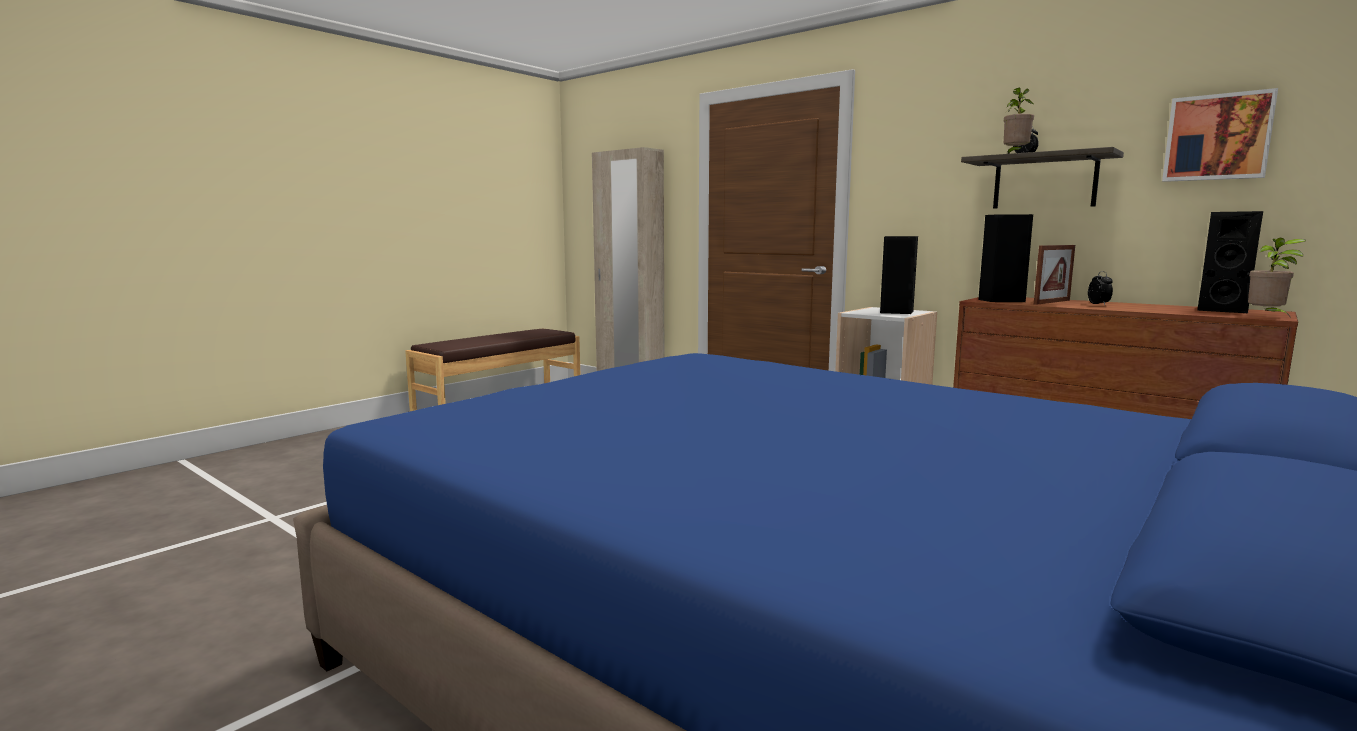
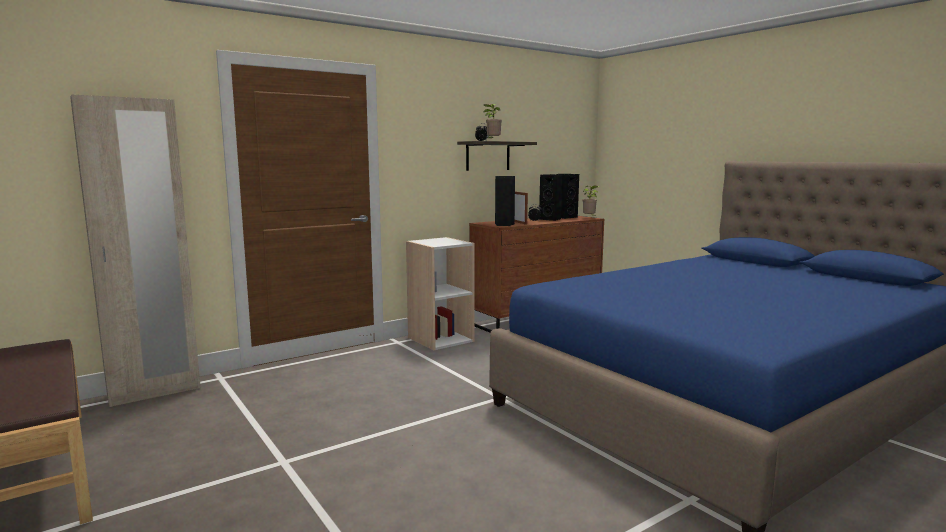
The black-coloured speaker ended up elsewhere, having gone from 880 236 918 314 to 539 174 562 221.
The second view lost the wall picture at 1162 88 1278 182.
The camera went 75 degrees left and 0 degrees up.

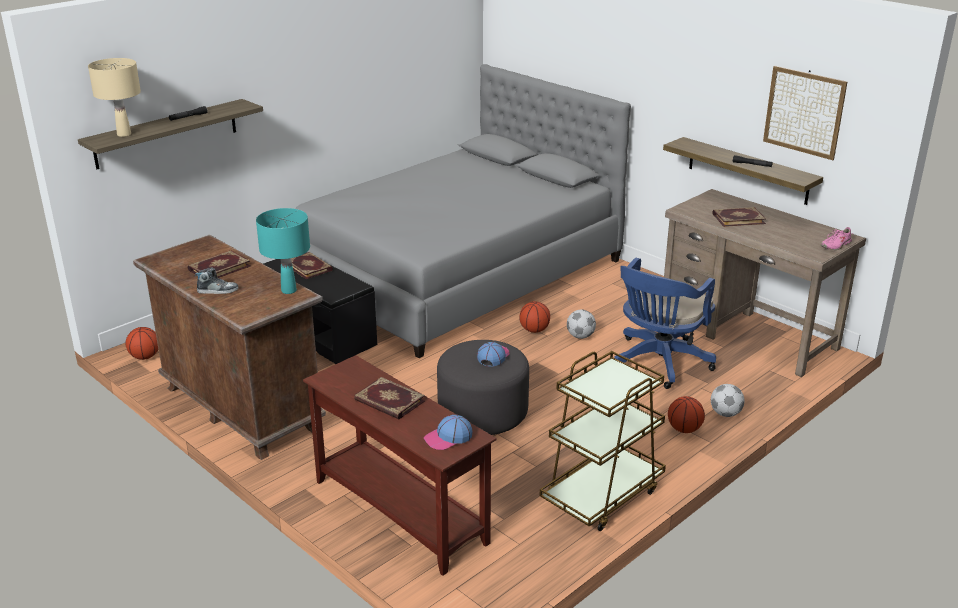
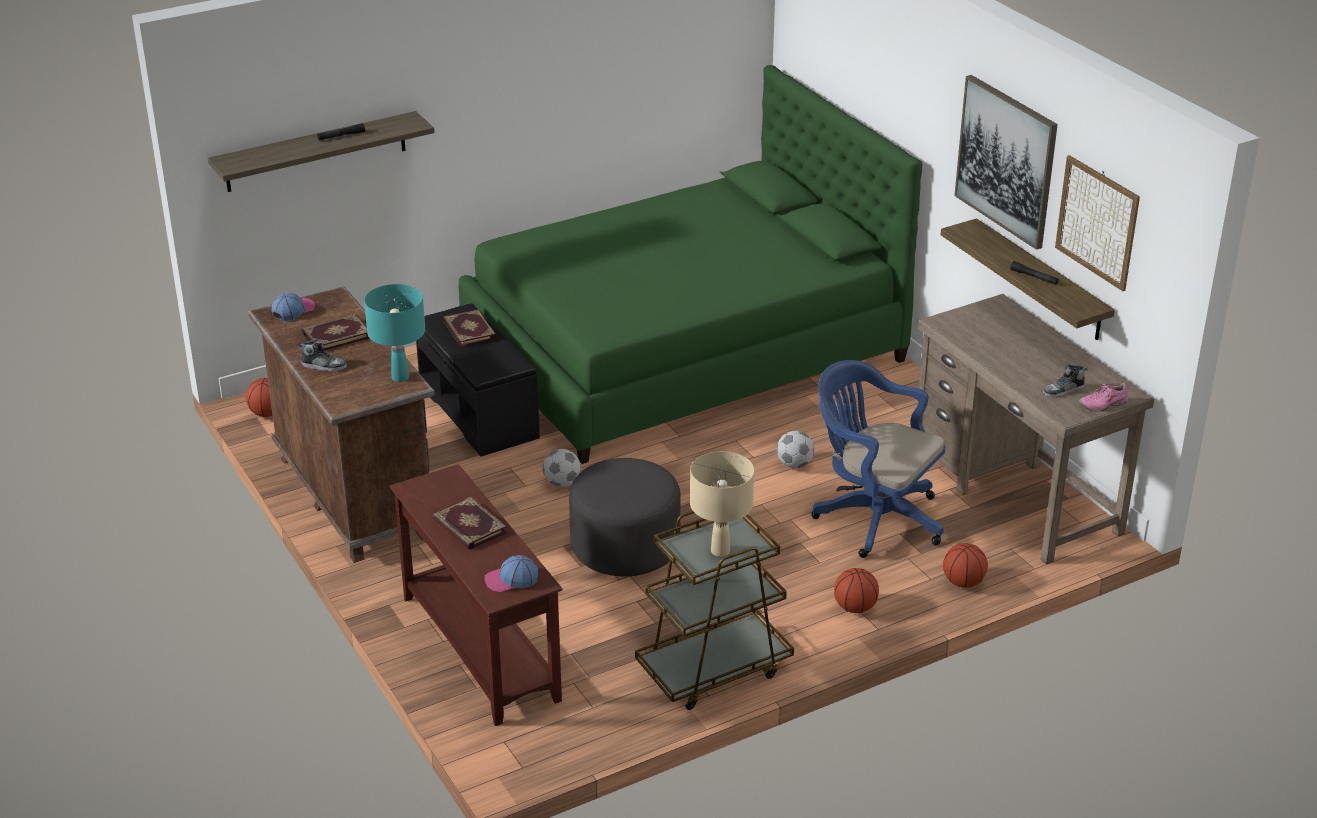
The peaked cap ended up elsewhere, having gone from 477 342 509 367 to 272 293 315 321.
What was the grey sleeping bed at 295 64 631 358 turned into the green-coloured sleeping bed at 459 65 922 464.
The football ball ended up elsewhere, having gone from 711 384 745 417 to 543 449 581 487.
The sand-coloured tabletop lamp ended up elsewhere, having gone from 88 58 141 137 to 690 451 754 557.
The bluish office chair at 614 258 716 389 ended up facing another way, 75 degrees clockwise from before.
The basketball ended up elsewhere, having gone from 519 301 550 333 to 943 543 988 588.
The second view gained the wall picture at 954 75 1058 250.
The second view gained the shoe at 1043 364 1088 398.
The second view lost the bound book at 713 207 766 227.
The camera went 15 degrees right and 5 degrees up.

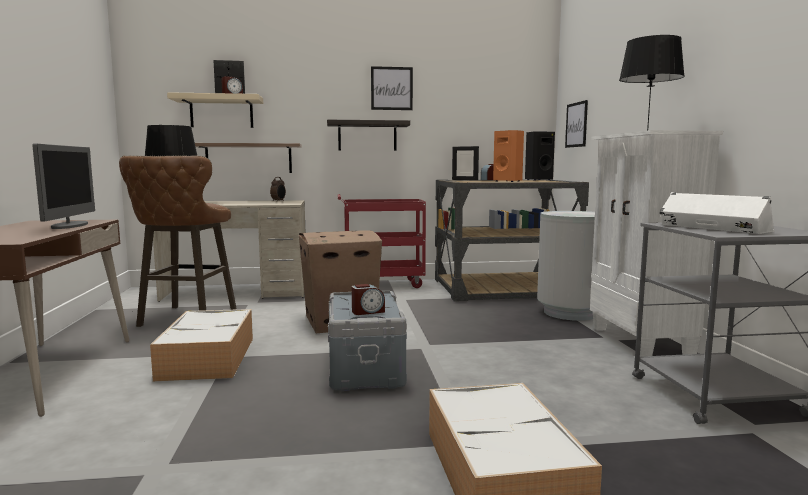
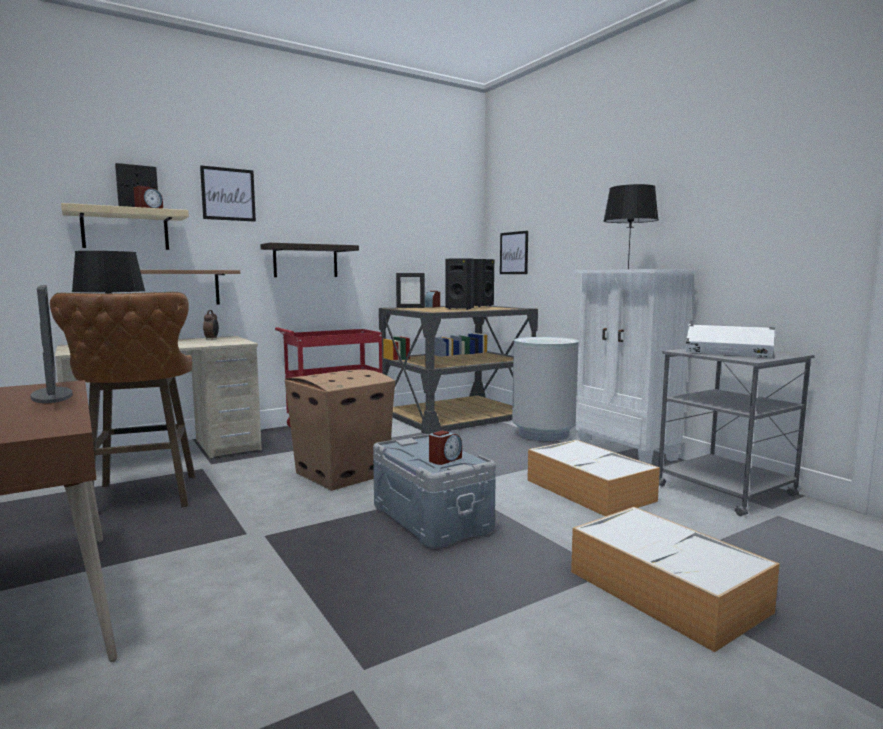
The wall picture ended up elsewhere, having gone from 371 66 413 110 to 200 165 256 222.
What was the orange-coloured speaker at 493 130 524 182 turned into the black-coloured speaker at 445 258 474 310.
The storage box ended up elsewhere, having gone from 150 309 253 381 to 527 440 660 516.
The camera went 25 degrees left and 0 degrees up.

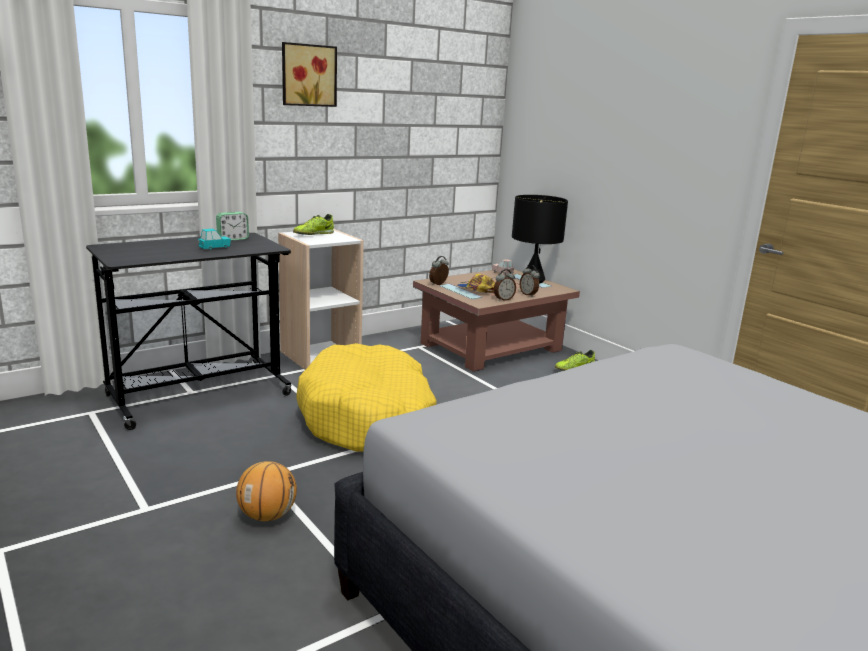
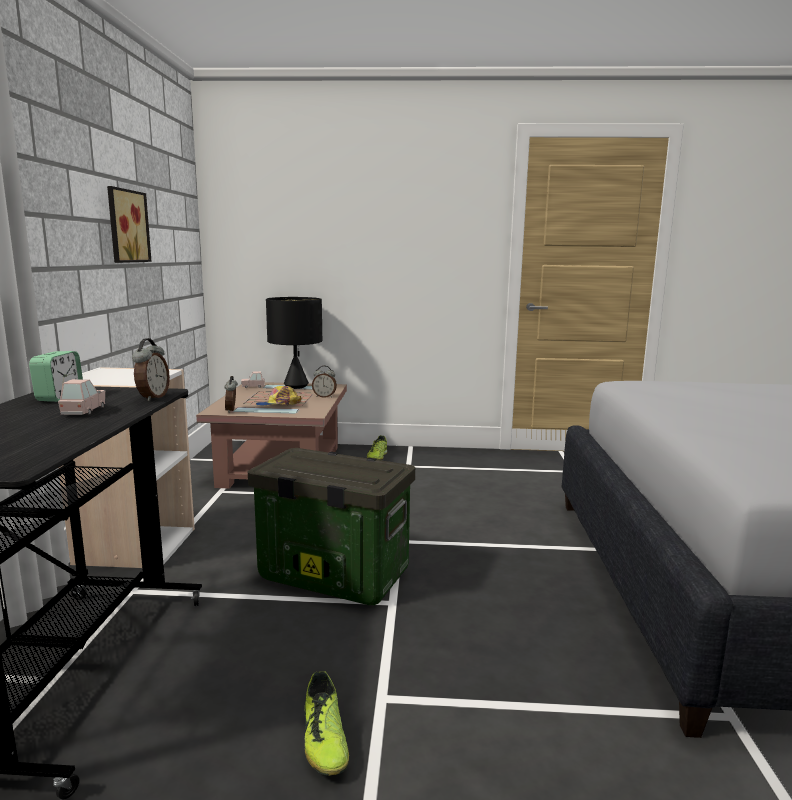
What was the blue-green toy car at 198 229 231 250 turned into the pinkish toy car at 58 379 105 415.
The wall picture ended up elsewhere, having gone from 282 42 337 107 to 107 186 152 263.
The bedside clock ended up elsewhere, having gone from 494 269 516 301 to 132 338 170 401.
Where the yellowish dog bed stood at 296 343 437 452, the storage box came to stand at 248 448 415 605.
The shoe ended up elsewhere, having gone from 293 214 334 235 to 304 671 349 776.
The second view lost the basketball at 236 461 297 521.
The camera went 50 degrees left and 5 degrees down.

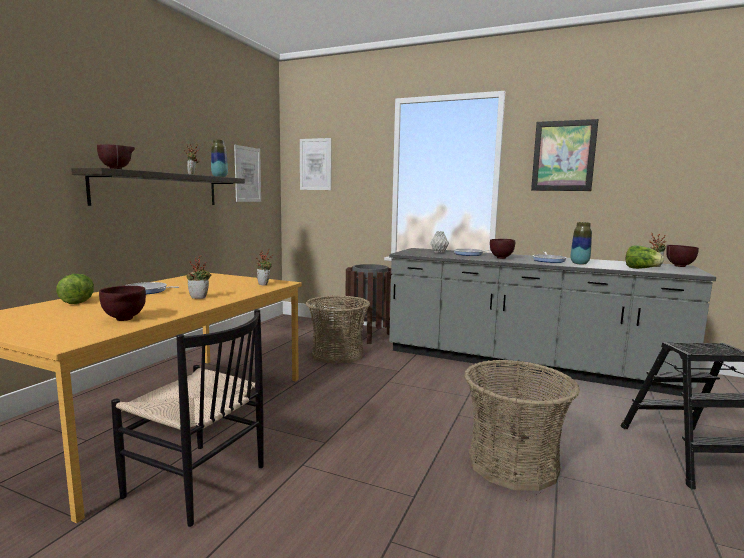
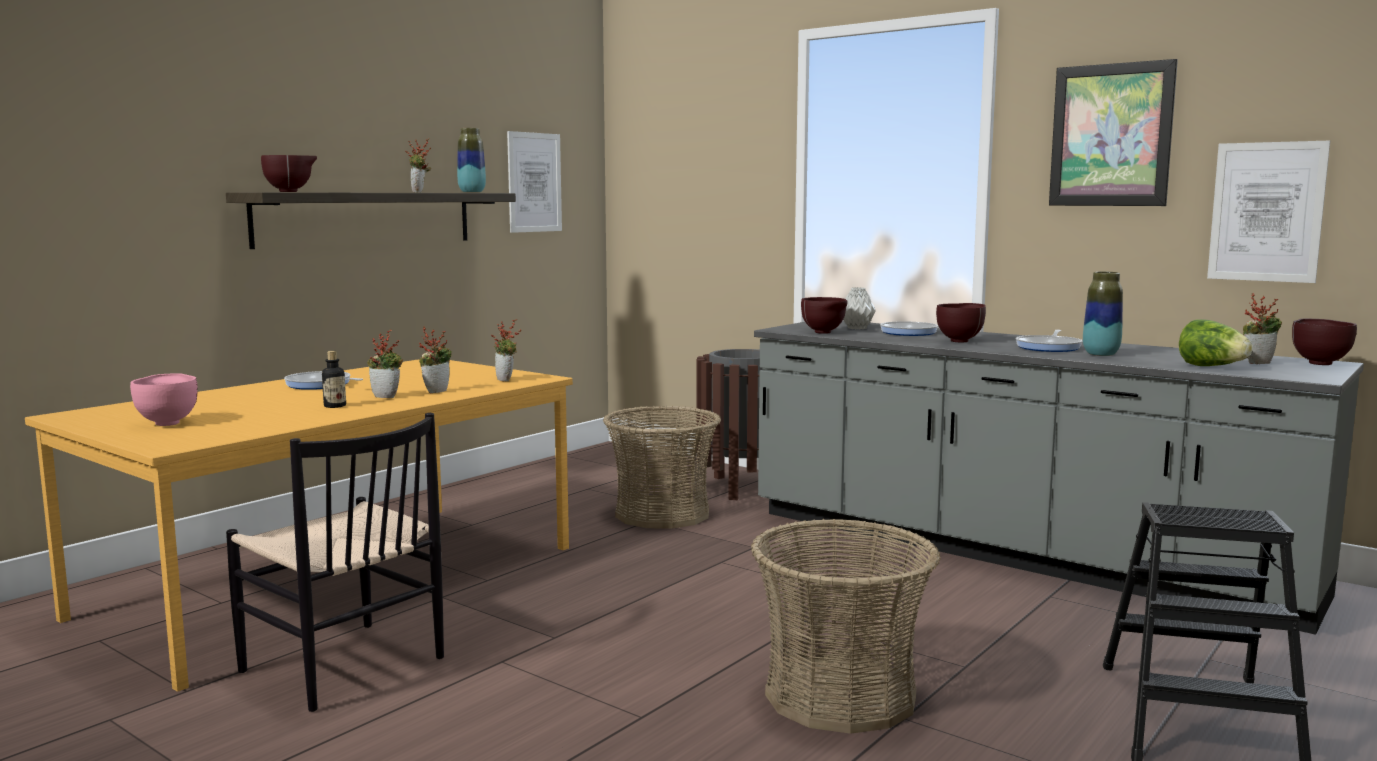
The second view gained the pinkish serving bowl at 130 373 198 426.
The second view gained the bottle at 322 351 346 408.
The second view gained the houseplant at 419 327 452 393.
The brown serving bowl ended up elsewhere, having gone from 99 286 146 321 to 801 297 848 334.
The wall picture ended up elsewhere, having gone from 300 138 332 190 to 1207 141 1330 283.
The second view lost the lettuce at 56 274 94 304.
The camera went 15 degrees right and 0 degrees up.

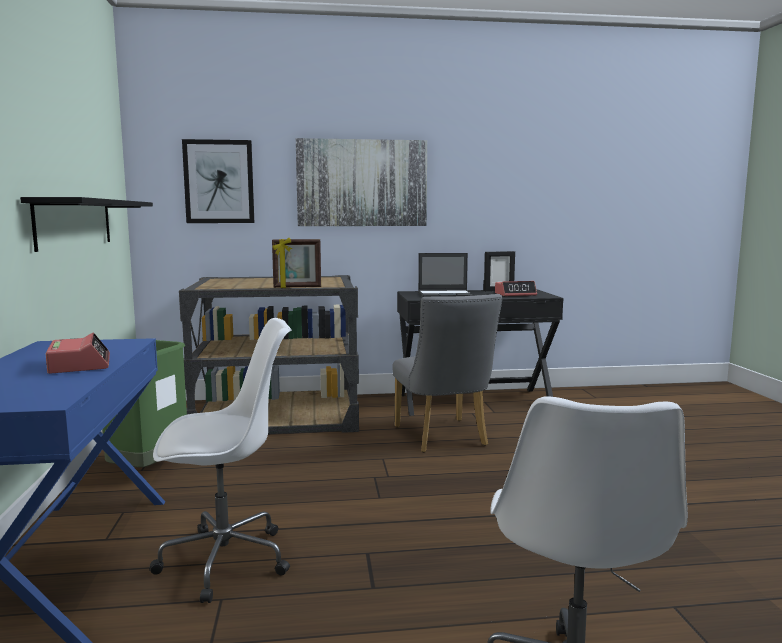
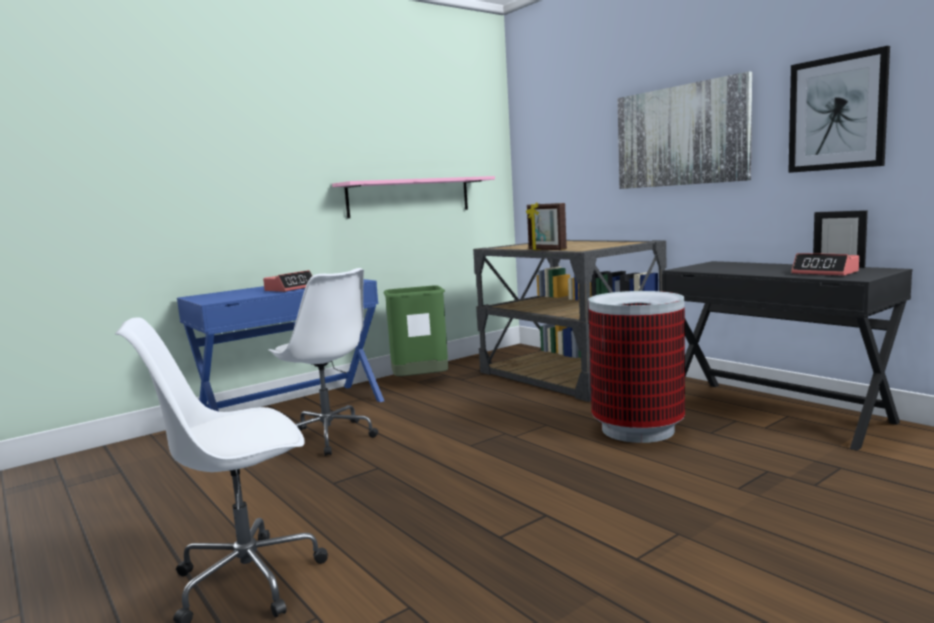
What was the black-coloured shelf at 20 197 153 252 turned into the pinkish shelf at 332 176 495 218.
Where the grey upright chair stood at 392 294 502 453, the trash can came to stand at 588 291 685 443.
The wall picture ended up elsewhere, having gone from 182 139 254 223 to 788 46 890 173.
The second view lost the portable computer at 418 253 475 297.
The camera went 60 degrees right and 0 degrees up.

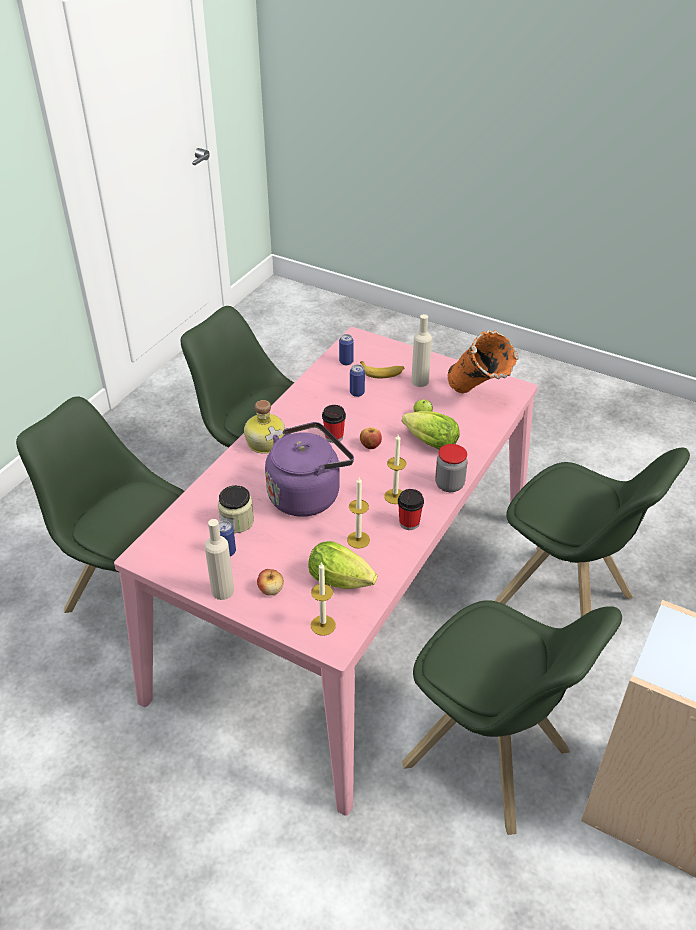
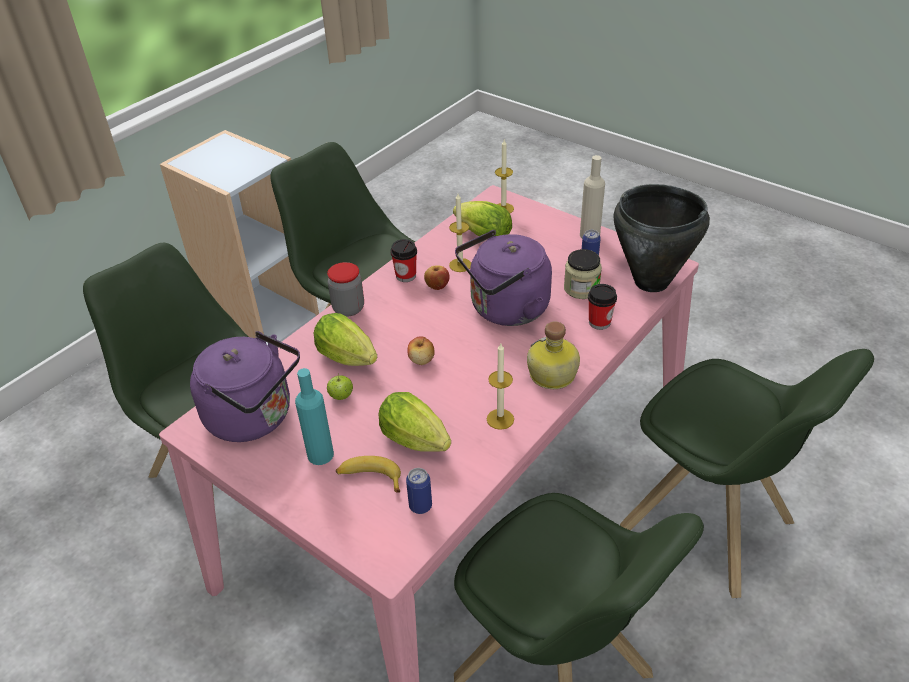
Where the orange-coloured decorative vase stood at 448 330 519 393, the purplish kettle came to stand at 190 331 300 442.
What was the sand-coloured bottle at 411 314 432 387 turned into the blue-green bottle at 295 368 334 465.
Where the metal can stood at 350 364 365 397, the lettuce came to stand at 378 392 451 452.
The apple fruit ended up elsewhere, having gone from 257 569 284 595 to 424 266 450 290.
The wax light ended up elsewhere, having gone from 384 434 406 504 to 487 343 514 430.
The cup ended up elsewhere, having gone from 322 405 346 443 to 588 284 617 330.
The second view gained the black-coloured saucepot at 614 184 710 292.
The camera went 170 degrees left and 0 degrees up.

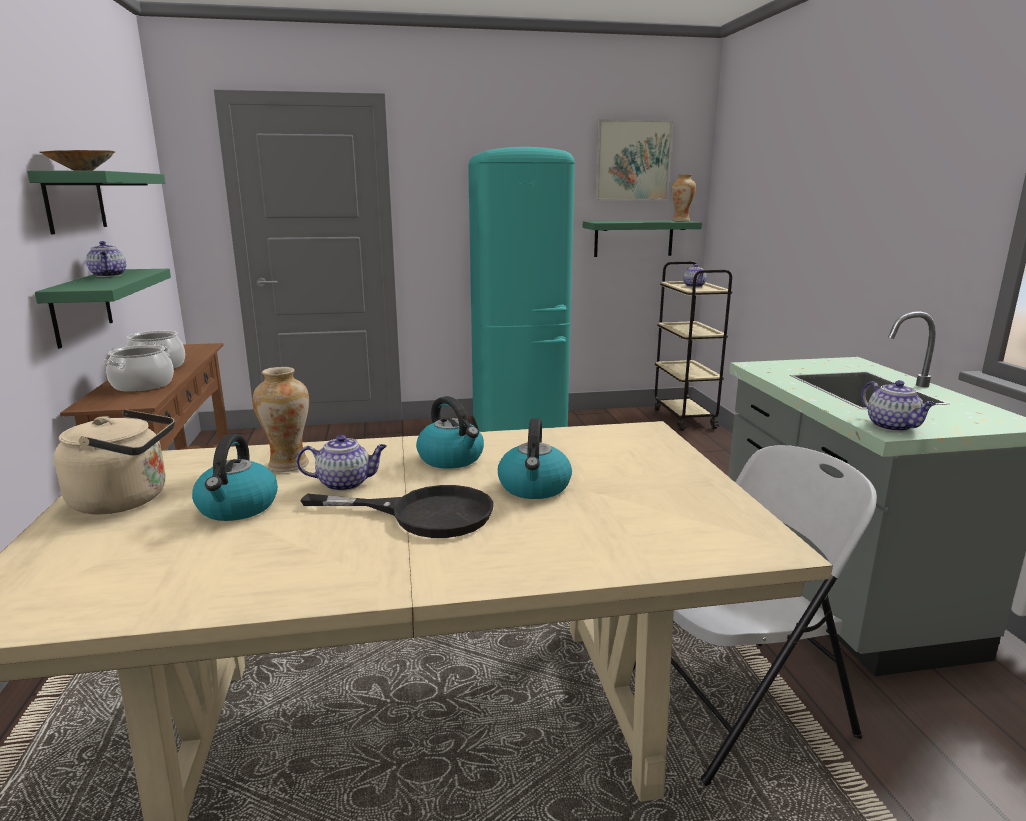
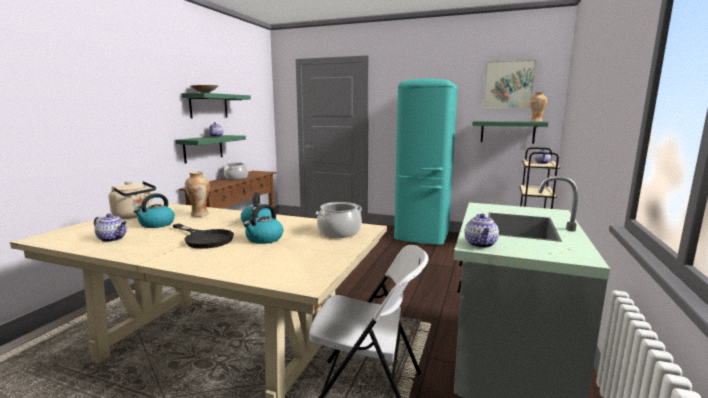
The pot for tea ended up elsewhere, having gone from 296 435 387 491 to 94 213 127 242.
The saucepot ended up elsewhere, having gone from 104 345 174 392 to 316 202 362 238.
The camera went 30 degrees right and 5 degrees down.

